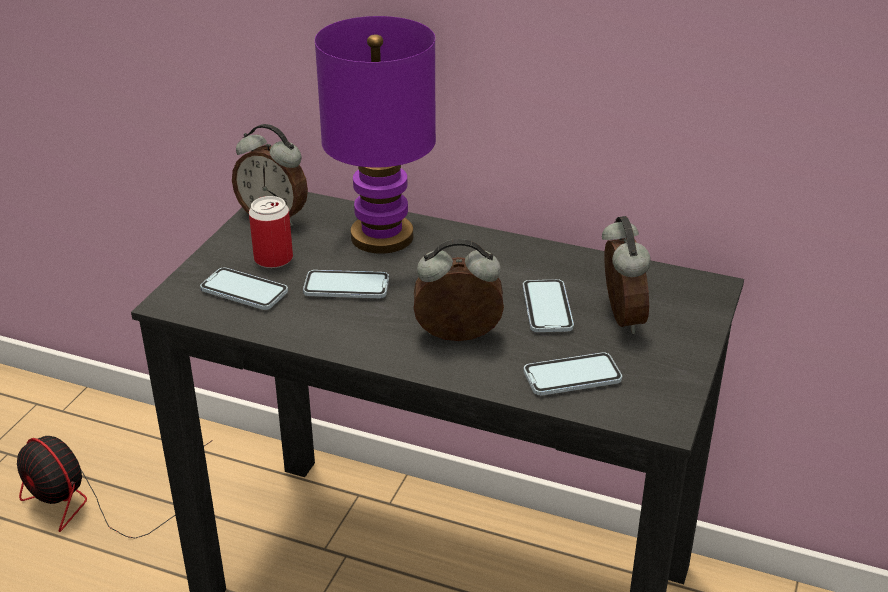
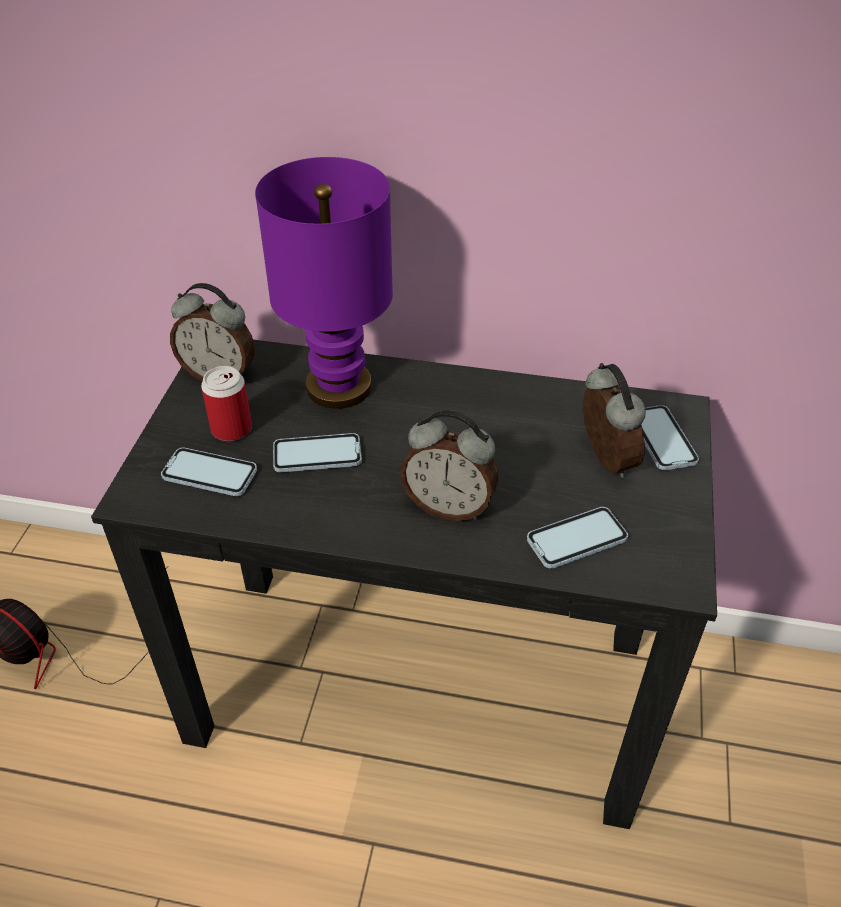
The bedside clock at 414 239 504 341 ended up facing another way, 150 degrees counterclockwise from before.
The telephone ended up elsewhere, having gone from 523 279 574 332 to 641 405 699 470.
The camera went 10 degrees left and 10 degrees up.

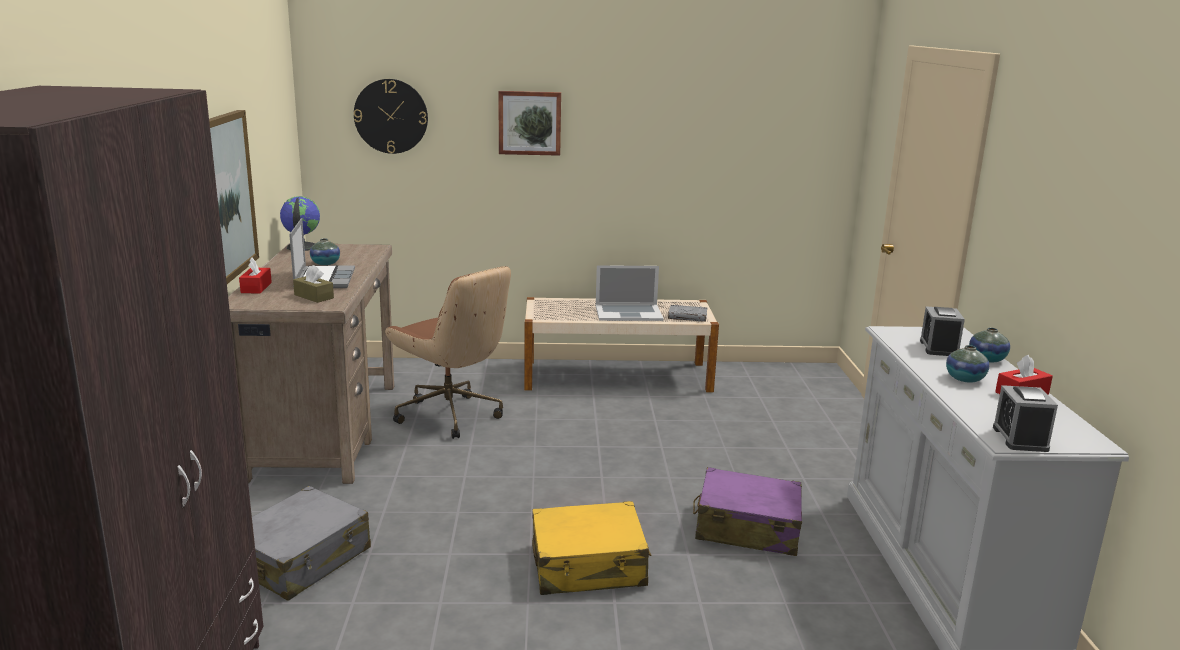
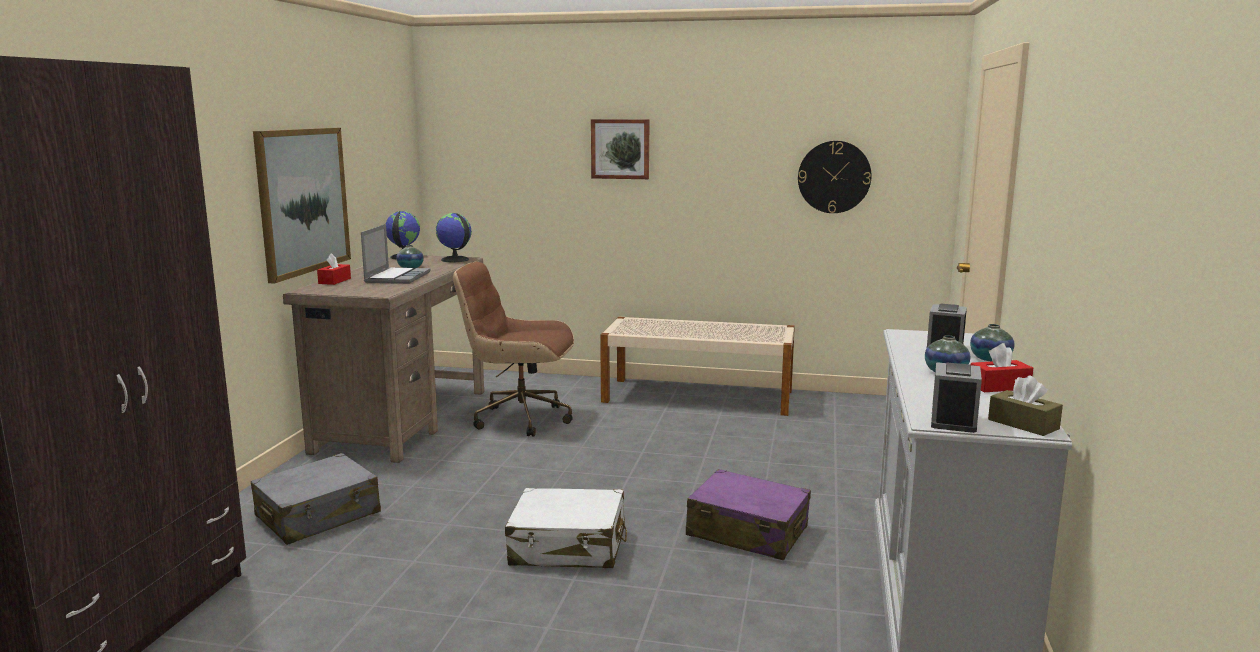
The second view gained the world globe at 436 213 472 262.
The brown office chair at 385 266 511 439 ended up facing another way, 135 degrees clockwise from before.
What was the yellowish piece of luggage at 532 501 651 595 turned into the white-coloured piece of luggage at 505 488 627 568.
The wall clock ended up elsewhere, having gone from 354 79 428 154 to 798 141 872 213.
The brown tissue holder ended up elsewhere, having gone from 293 265 334 303 to 988 376 1063 436.
The second view lost the portable computer at 596 265 663 321.
The second view lost the grey bound book at 668 305 707 322.
The camera went 15 degrees right and 5 degrees down.

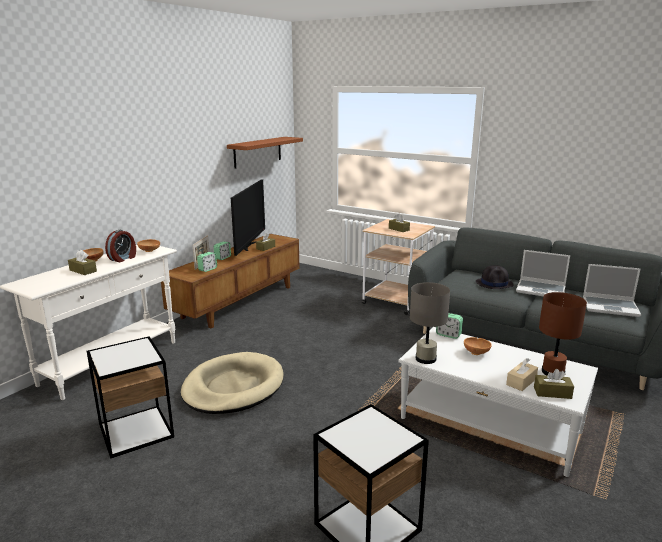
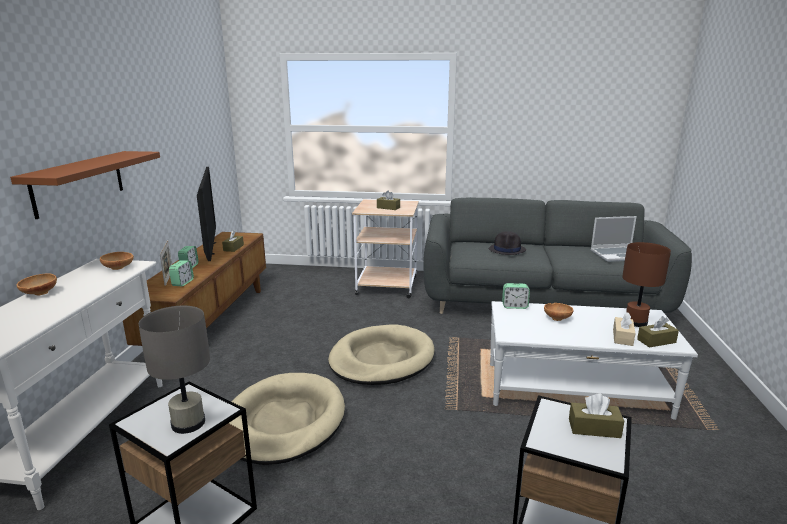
The brown shelf ended up elsewhere, having gone from 227 137 303 169 to 10 151 160 219.
The grey tabletop lamp ended up elsewhere, having gone from 410 282 450 364 to 139 306 210 434.
The second view gained the sand-coloured dog bed at 328 324 435 385.
The brown tissue holder ended up elsewhere, having gone from 68 250 97 275 to 569 394 624 438.
The second view lost the bedside clock at 105 230 136 262.
The second view lost the portable computer at 516 250 570 297.
The camera went 25 degrees left and 0 degrees up.

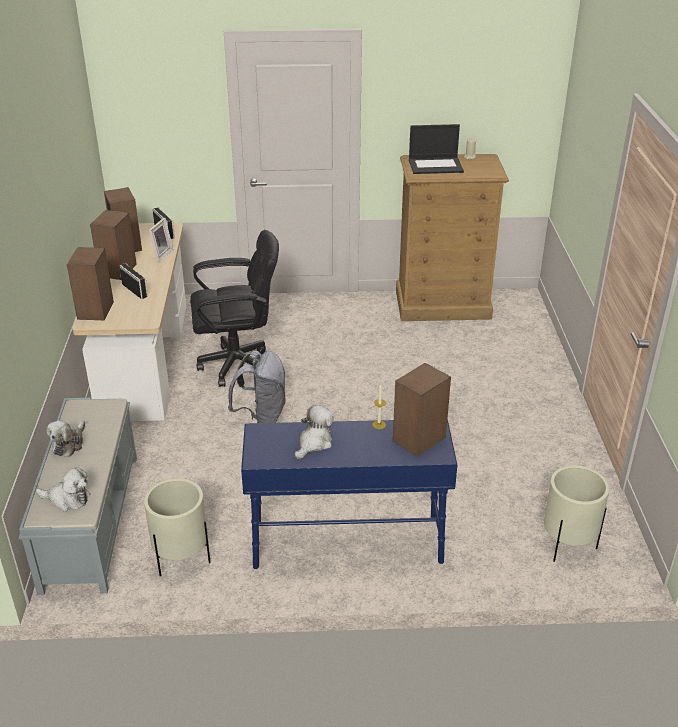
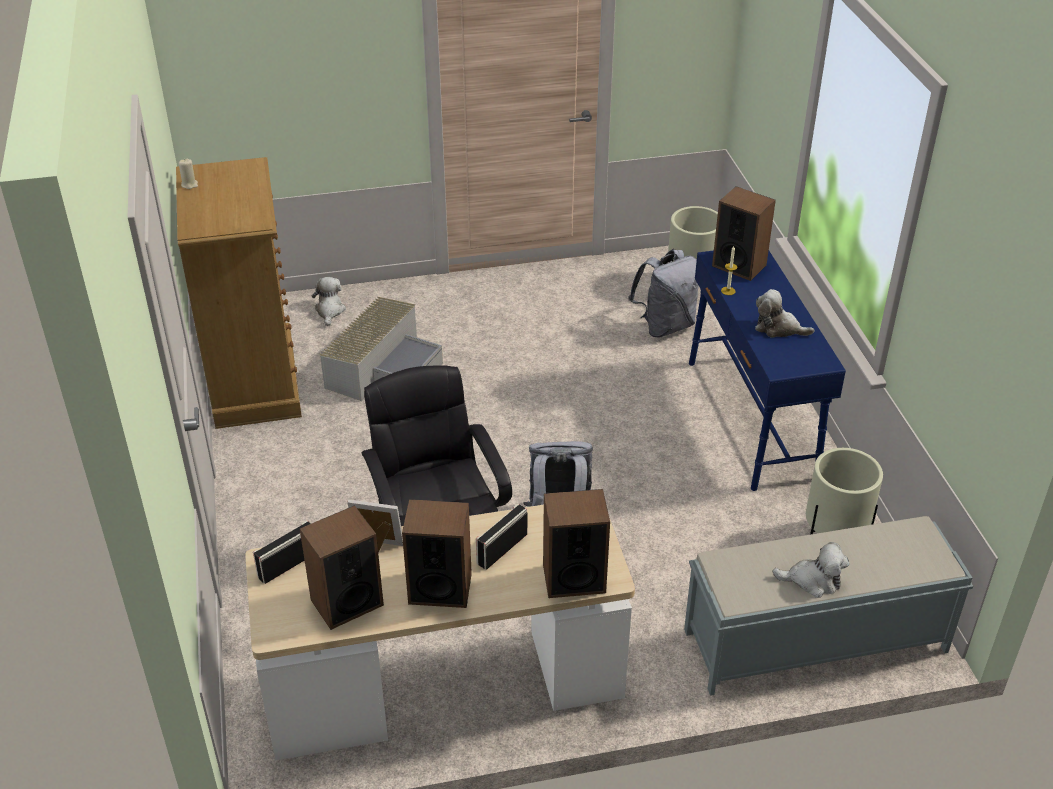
The cuddly toy ended up elsewhere, having gone from 36 467 90 512 to 312 277 346 326.
The second view gained the grey storage box at 319 296 443 401.
The second view gained the grey rucksack at 628 250 698 338.
The second view lost the portable computer at 409 124 464 174.
The camera went 100 degrees left and 5 degrees up.

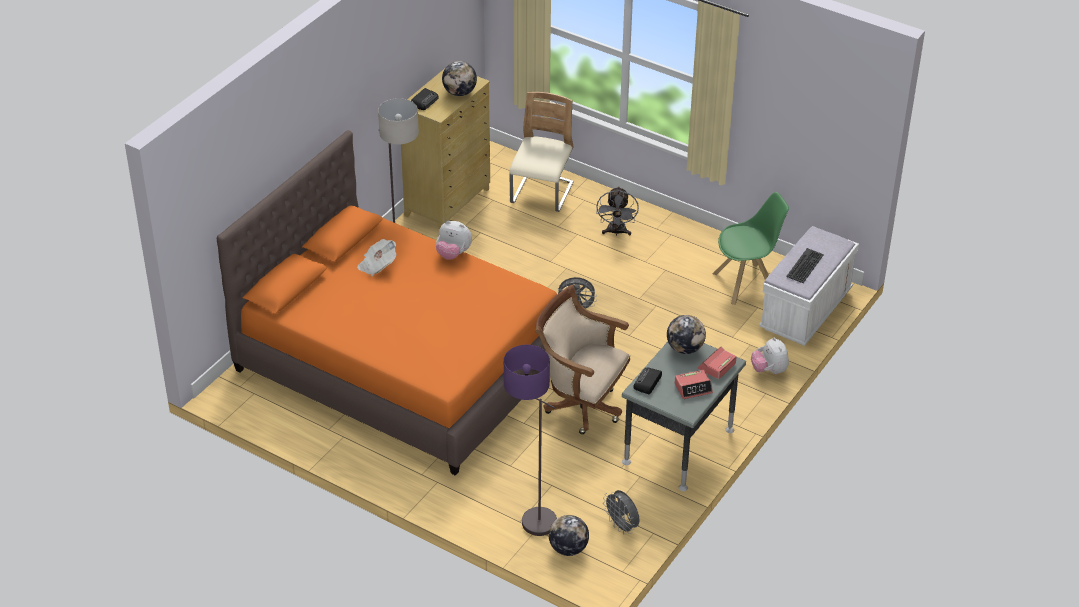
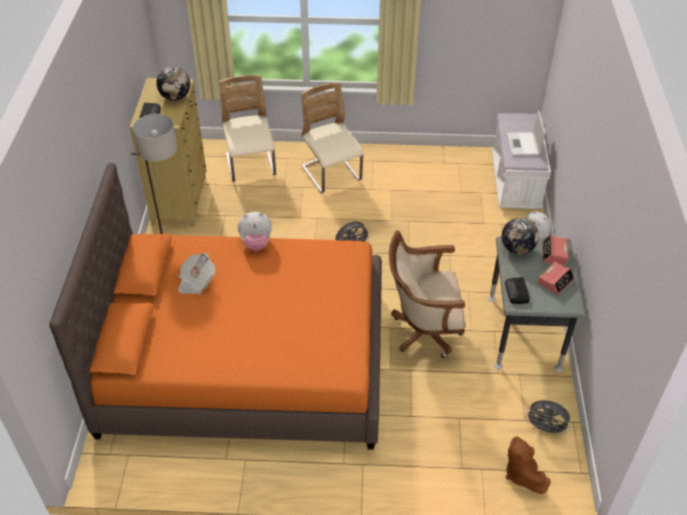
Where the grey fan stood at 596 186 639 236, the sand-coloured upright chair came to stand at 301 82 363 193.
Where the world globe stood at 549 515 589 556, the brown cuddly toy came to stand at 506 437 551 494.
Where the computer keyboard stood at 786 248 824 283, the portable computer came to stand at 507 111 546 156.
The second view lost the purplish floor lamp at 504 345 557 536.
The second view lost the green-coloured upright chair at 713 192 789 305.
The camera went 30 degrees left and 5 degrees up.

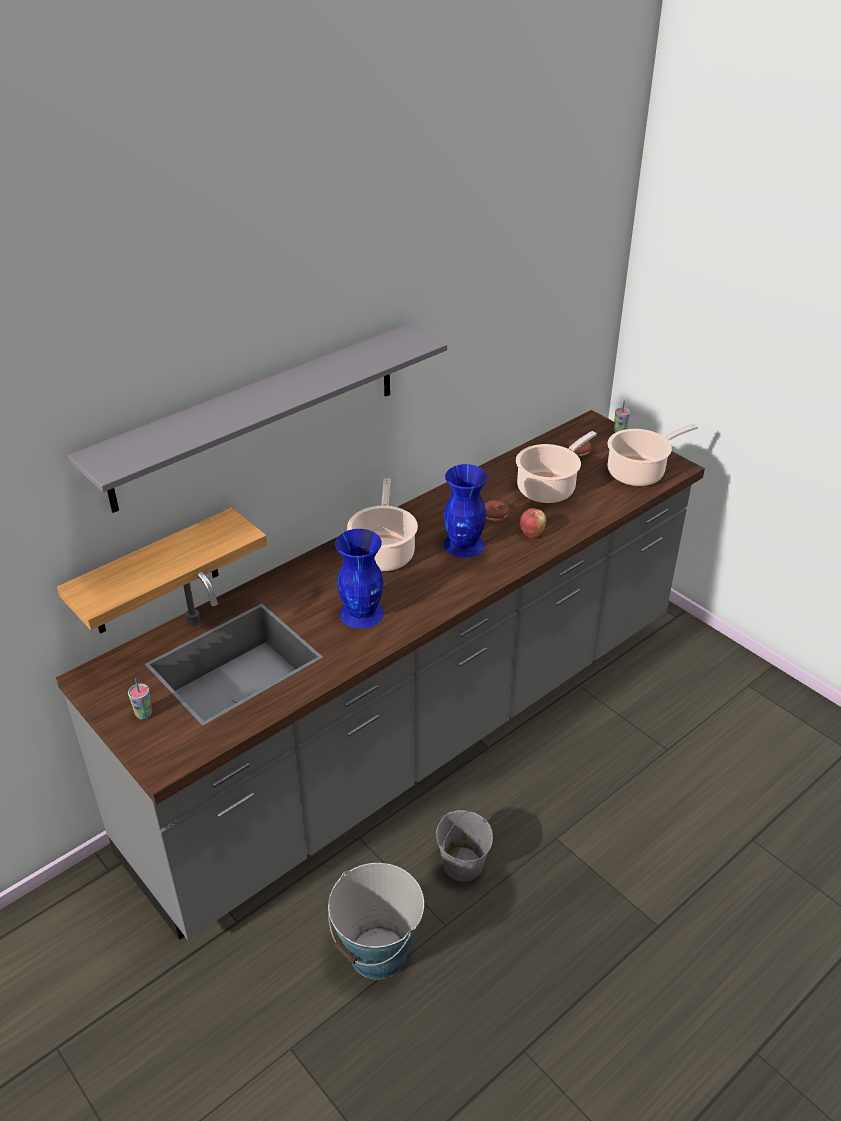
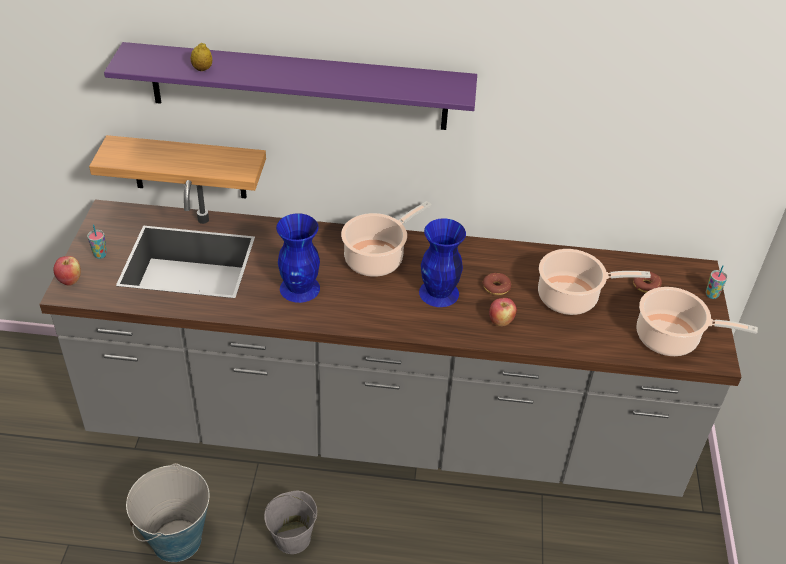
The second view gained the apple fruit at 53 256 81 286.
What was the grey shelf at 68 324 447 513 turned into the purplish shelf at 104 42 477 130.
The second view gained the citrus fruit at 191 43 212 71.
The camera went 45 degrees right and 5 degrees up.

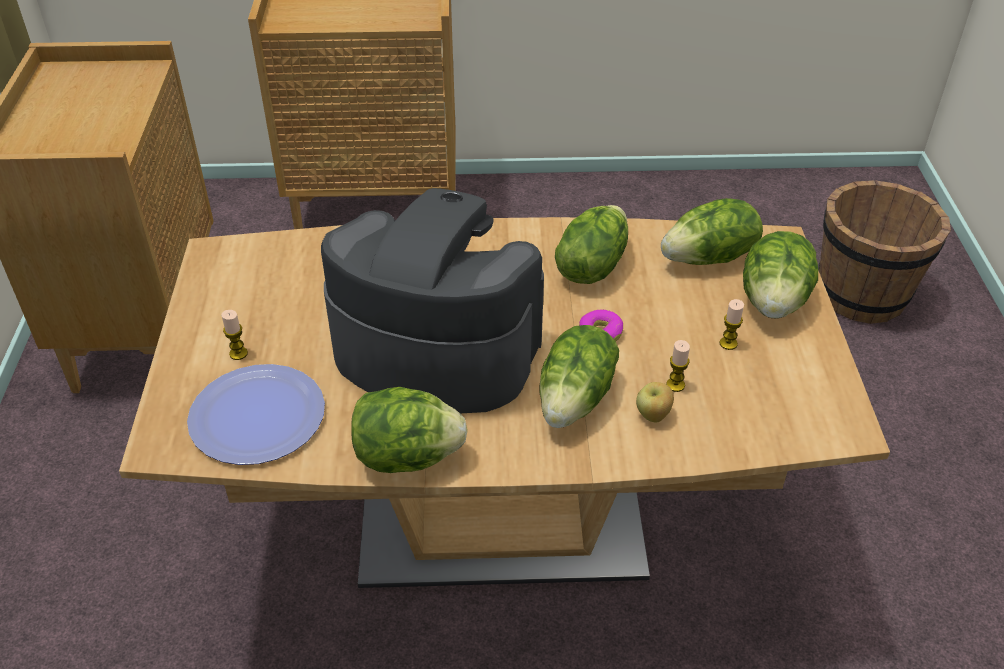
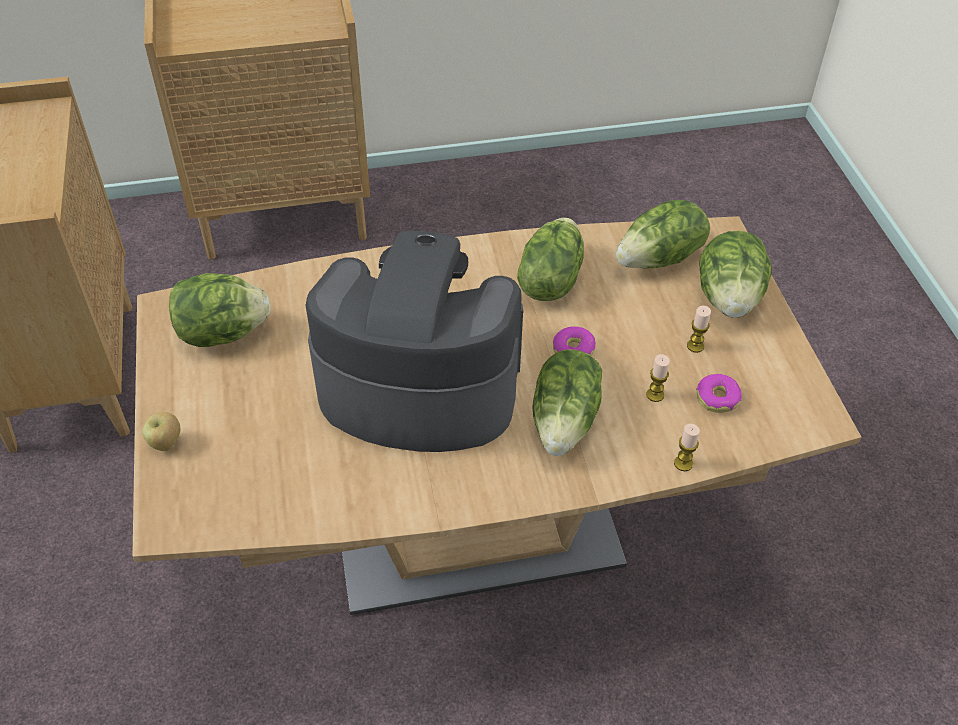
The apple fruit ended up elsewhere, having gone from 636 382 674 422 to 142 412 180 451.
The lettuce ended up elsewhere, having gone from 351 387 468 473 to 169 273 271 347.
The wax light ended up elsewhere, having gone from 221 310 248 360 to 674 424 700 471.
The second view gained the donut at 696 374 742 413.
The second view lost the plate at 187 364 325 465.
The second view lost the brown water bucket at 818 180 951 324.
The camera went 10 degrees left and 5 degrees up.

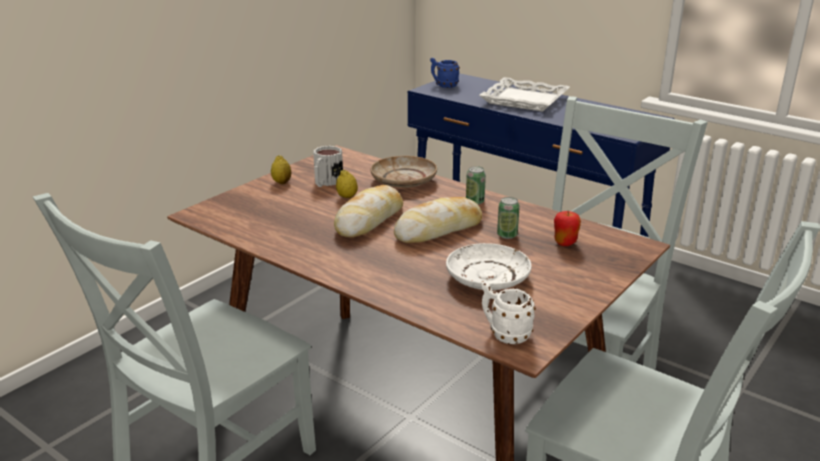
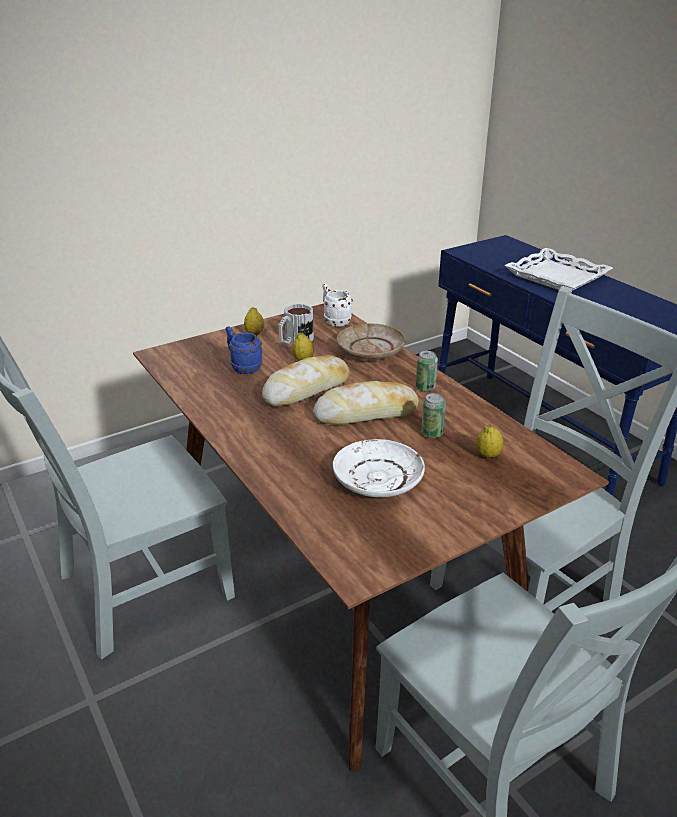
The bluish mug ended up elsewhere, having gone from 430 58 460 88 to 225 326 263 374.
The white-coloured mug ended up elsewhere, having gone from 481 282 536 344 to 322 284 353 327.
Where the apple fruit stood at 554 211 581 246, the citrus fruit came to stand at 476 424 504 458.
The camera went 20 degrees right and 5 degrees up.

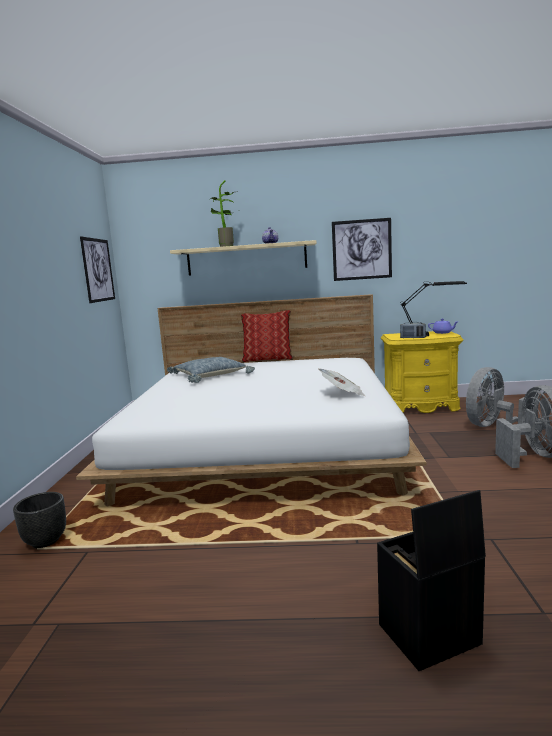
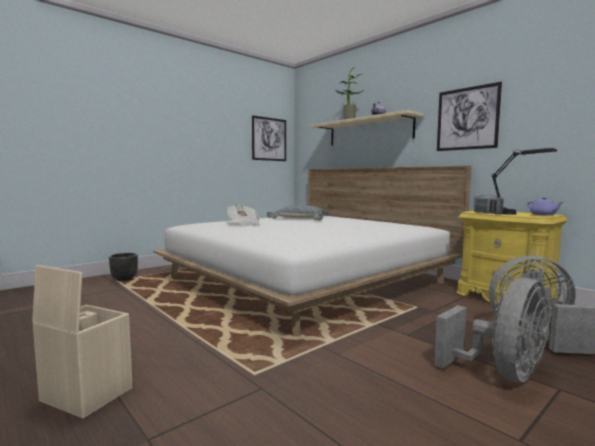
What was the black-coloured storage box at 377 490 486 671 turned into the sand-coloured storage box at 32 265 133 419.
The daily paper ended up elsewhere, having gone from 318 368 365 396 to 227 204 260 226.
The second view lost the throw pillow at 241 310 293 363.
The camera went 45 degrees right and 5 degrees down.

